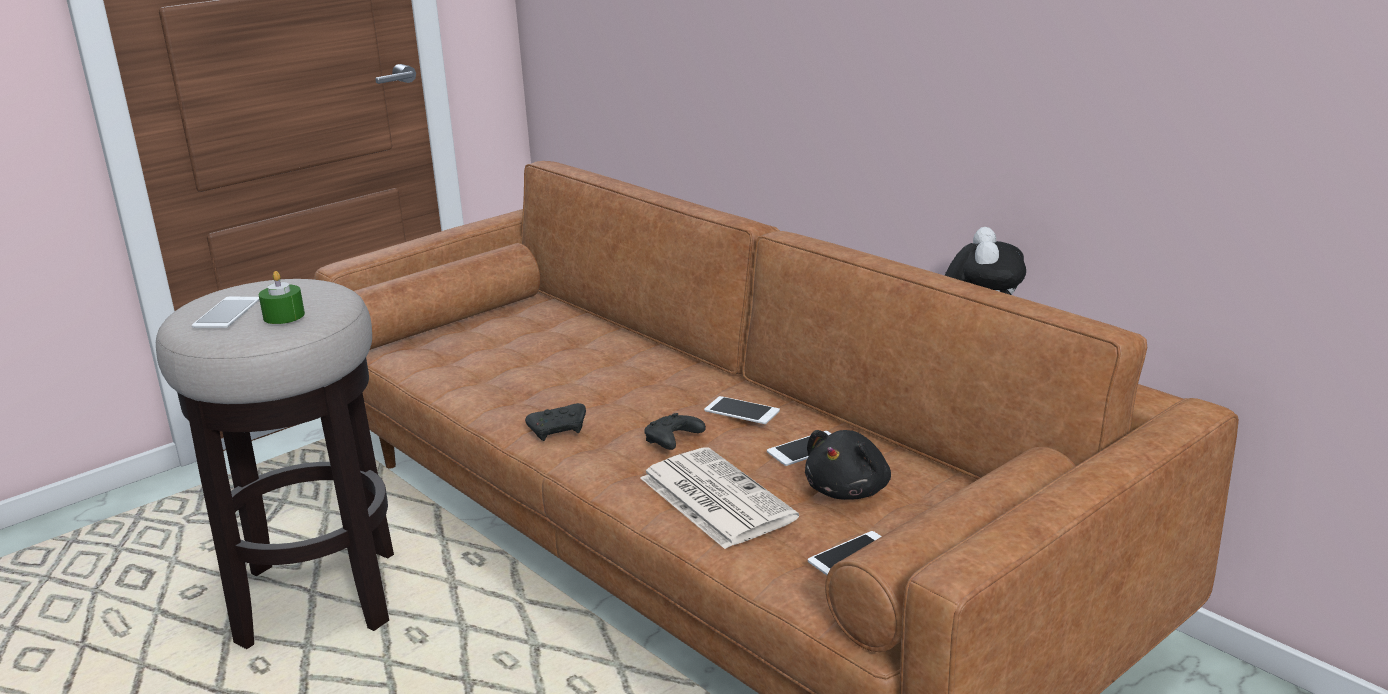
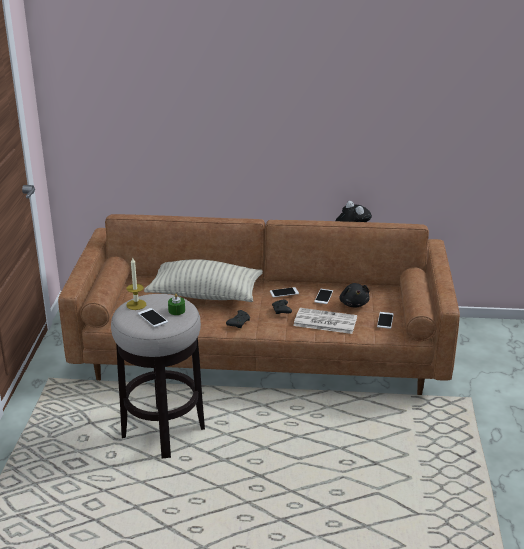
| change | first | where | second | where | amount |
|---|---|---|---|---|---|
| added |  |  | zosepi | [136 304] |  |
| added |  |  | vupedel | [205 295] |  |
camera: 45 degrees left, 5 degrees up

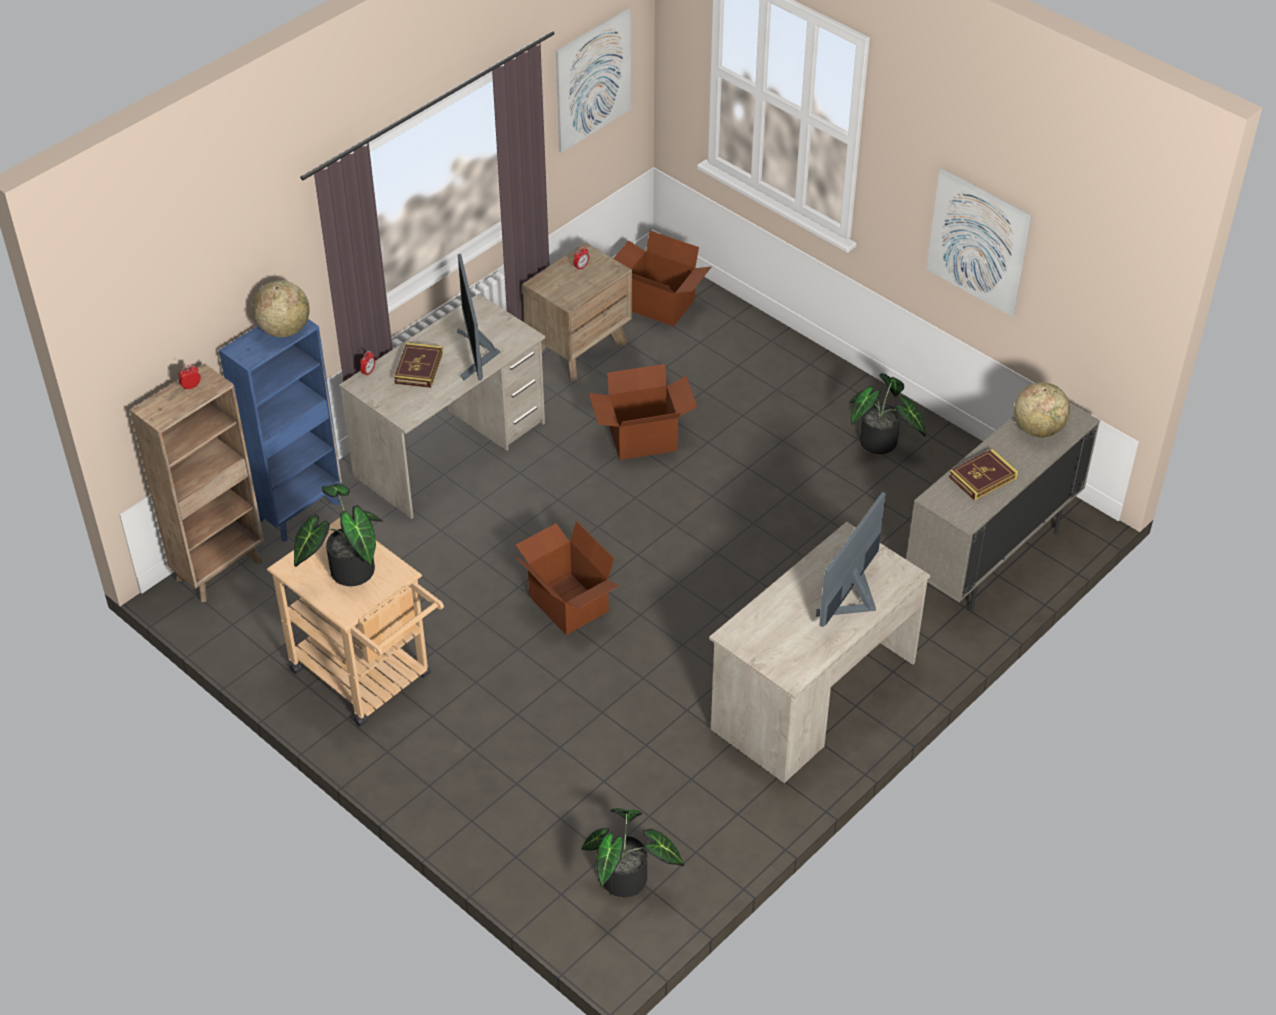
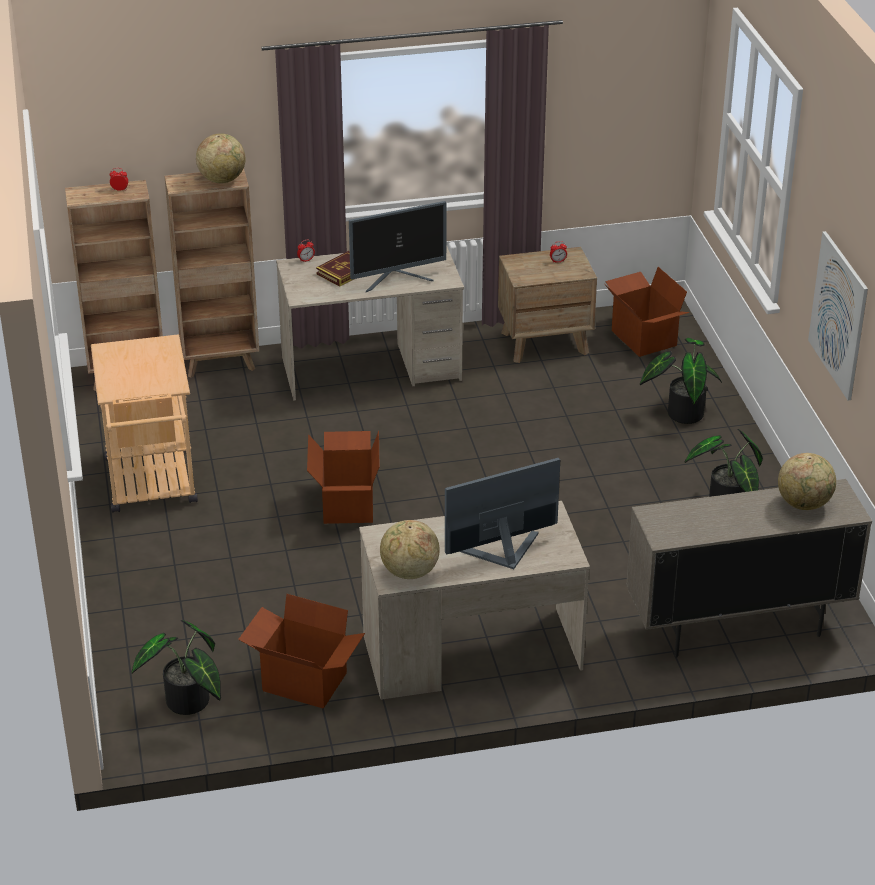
| change | first | where | second | where | amount |
|---|---|---|---|---|---|
| recoloured | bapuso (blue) | [299 510] | bapuso (brown) | [221 363] |  |
| moved | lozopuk | [347 571] |  | [681 412] |  |
| turned | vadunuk | [476 355] |  | [397 279] | 135 degrees counterclockwise |
| removed | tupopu | [593 80] |  |  |  |
| moved | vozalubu | [643 440] |  | [303 683] |  |
| removed | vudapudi | [982 477] |  |  |  |
| added |  |  | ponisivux | [409 572] |  |
camera: 35 degrees right, 10 degrees down

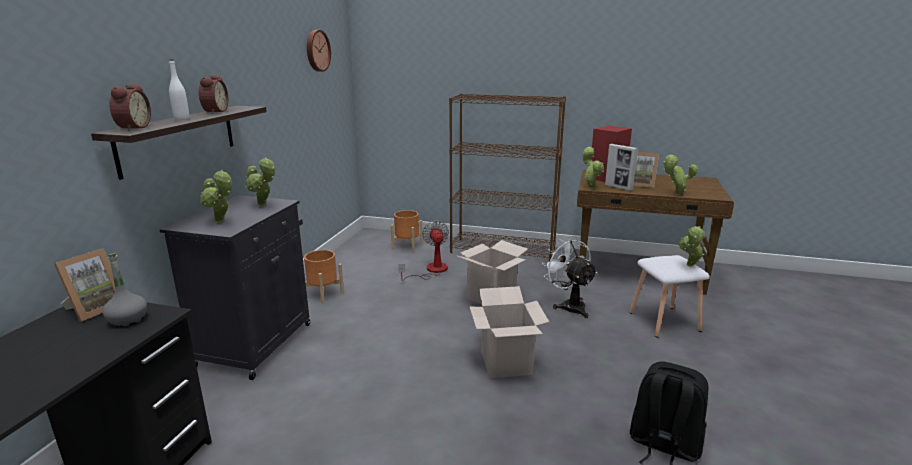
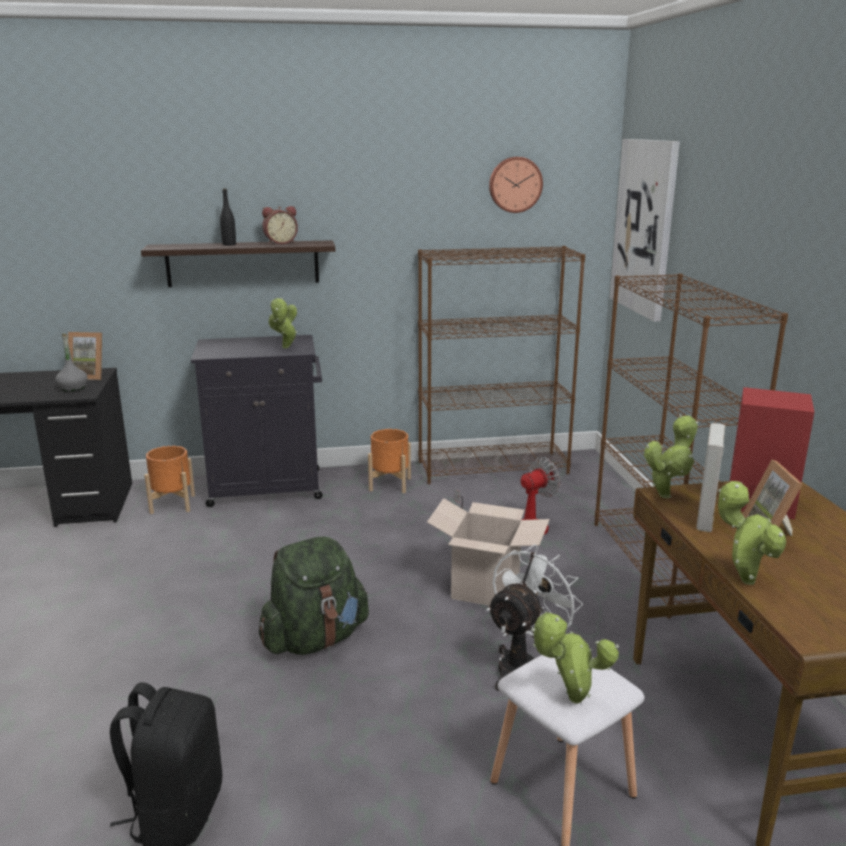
| change | first | where | second | where | amount |
|---|---|---|---|---|---|
| removed | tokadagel | [132 128] |  |  |  |
| recoloured | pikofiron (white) | [182 119] | pikofiron (black) | [229 244] |  |
| removed | lozopuk | [220 222] |  |  |  |
| moved | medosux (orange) | [407 246] |  | [172 504] |  |
| replaced | vozalubu | [506 363] | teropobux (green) | [315 639] |  |
| added |  |  | bapuso (brown) | [493 467] |  |
| added |  |  | tupopu | [645 227] |  |
camera: 65 degrees right, 0 degrees up

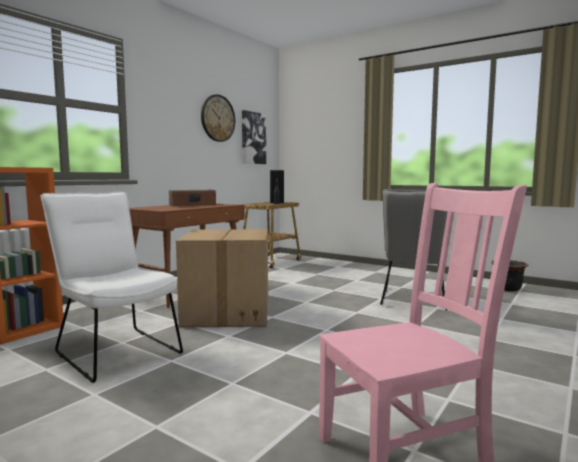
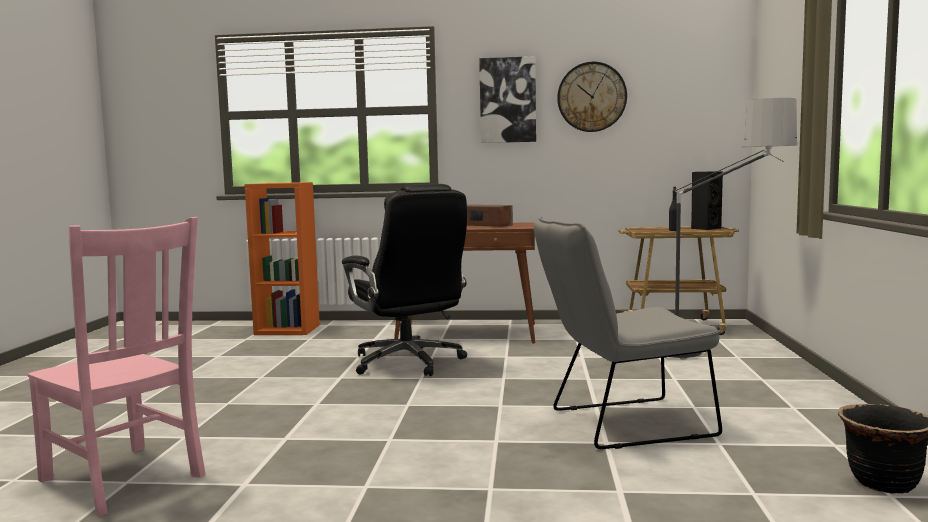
| change | first | where | second | where | amount |
|---|---|---|---|---|---|
| removed | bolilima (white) | [114 350] |  |  |  |
| replaced | vozalubu | [228 313] | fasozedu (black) | [408 362] |  |
| moved | tupopu | [253 138] |  | [508 100] |  |
| added |  |  | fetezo | [717 355] |  |
camera: 60 degrees right, 0 degrees up

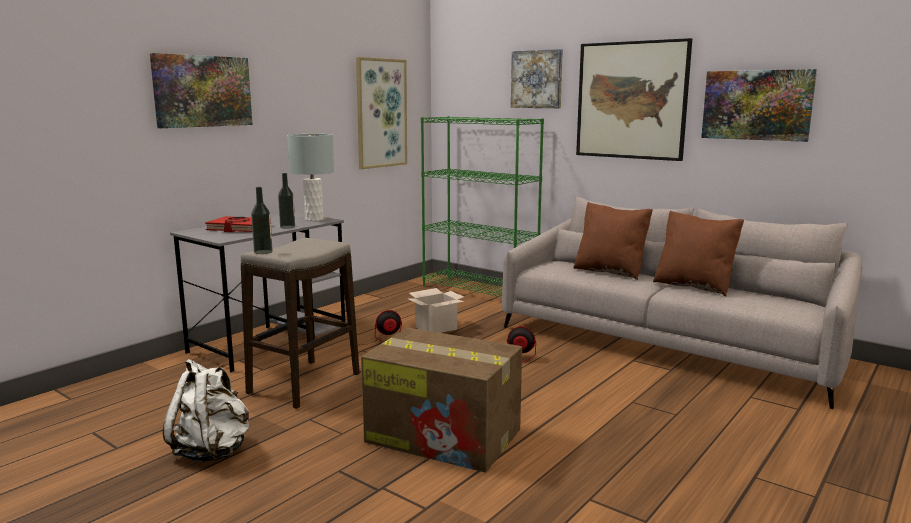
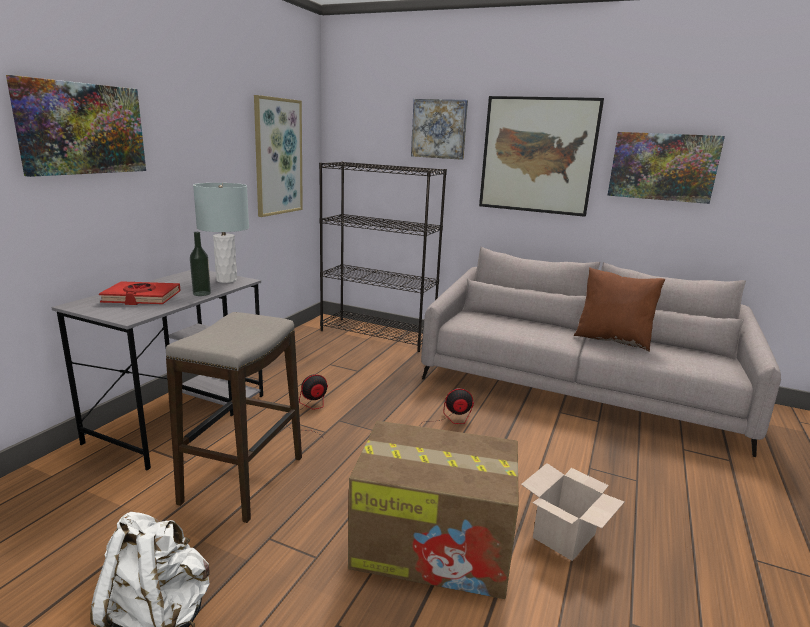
| change | first | where | second | where | amount |
|---|---|---|---|---|---|
| removed | pikofiron | [263 252] |  |  |  |
| moved | vozalubu | [435 328] |  | [564 537] |  |
| recoloured | bapuso (green) | [480 291] | bapuso (black) | [378 334] |  |
| removed | vupedel (brown) | [610 272] |  |  |  |
camera: 15 degrees left, 5 degrees up

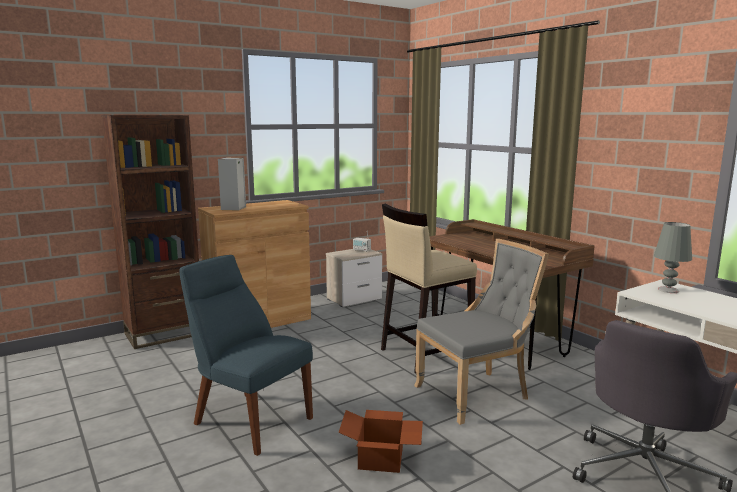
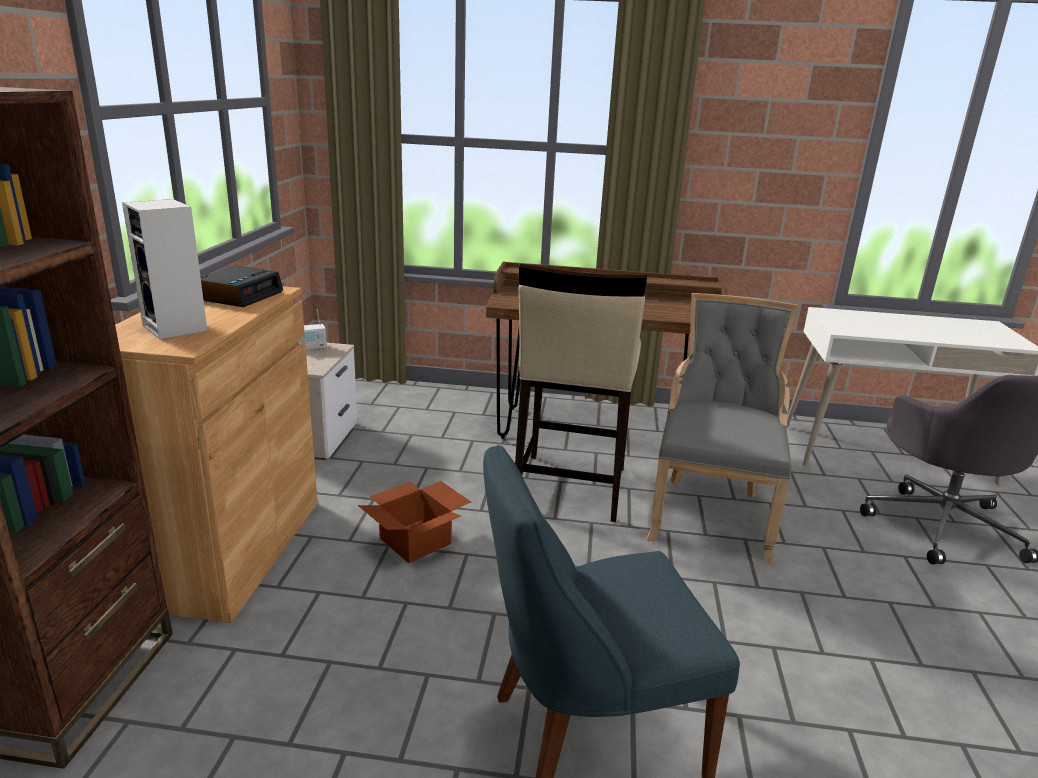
| change | first | where | second | where | amount |
|---|---|---|---|---|---|
| moved | vozalubu | [382 459] |  | [417 541] |  |
| removed | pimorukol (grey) | [668 290] |  |  |  |
| added |  |  | tokadagel | [238 295] |  |
camera: 50 degrees left, 10 degrees up

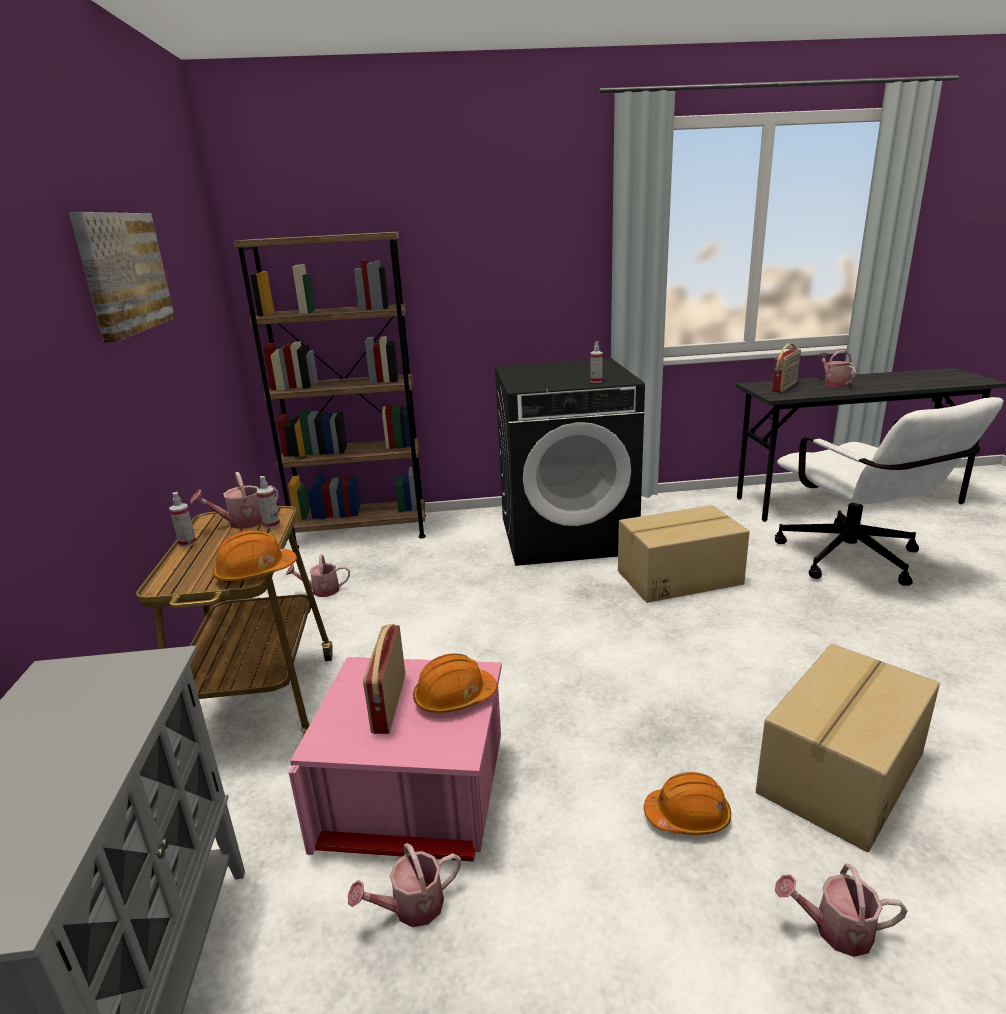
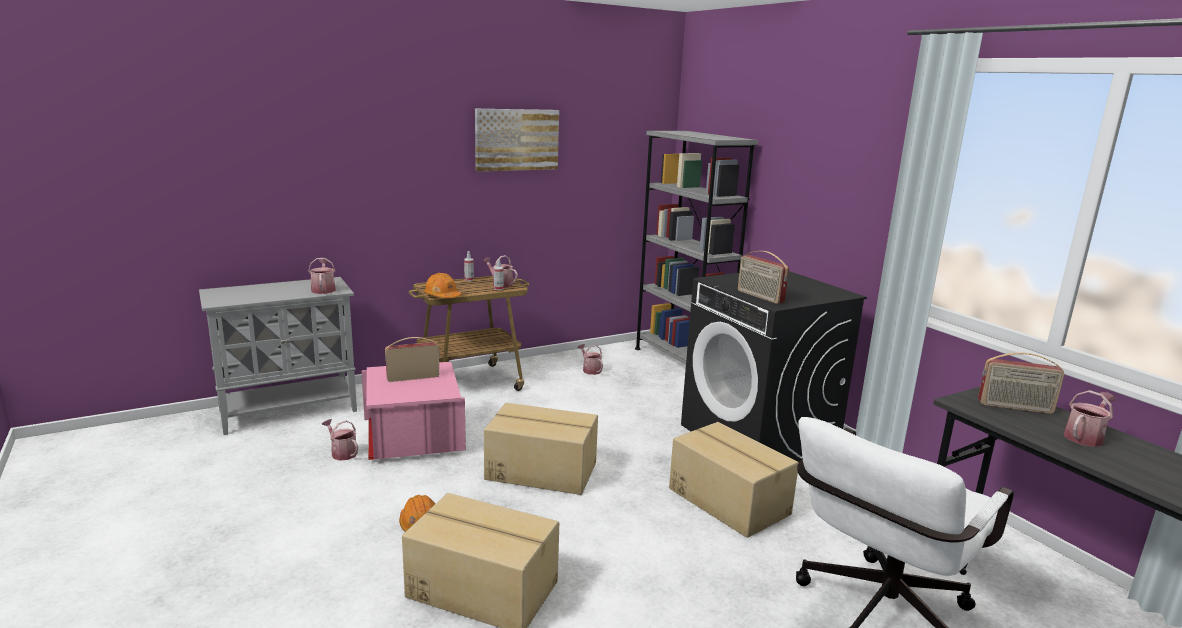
| change | first | where | second | where | amount |
|---|---|---|---|---|---|
| recoloured | bapuso (brown) | [361 531] | bapuso (grey) | [681 362] |  |
| removed | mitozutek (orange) | [454 698] |  |  |  |
| replaced | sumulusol | [596 381] | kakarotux | [759 297] |  |
| moved | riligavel | [835 929] |  | [323 289] |  |
| added |  |  | vozalubu | [541 470] |  |
camera: 65 degrees right, 5 degrees down

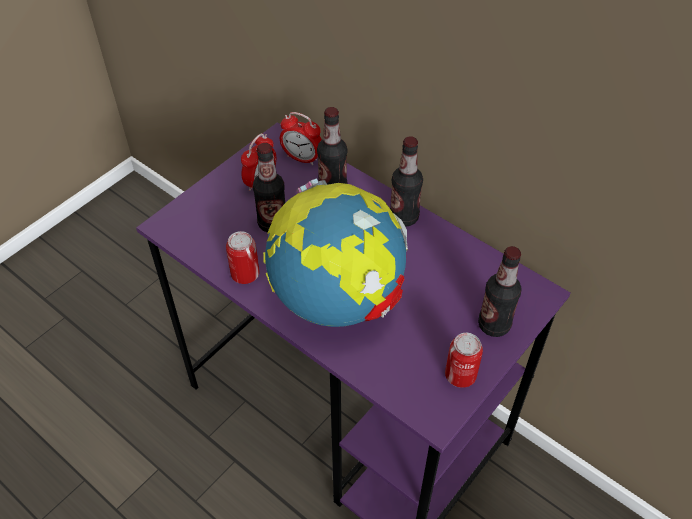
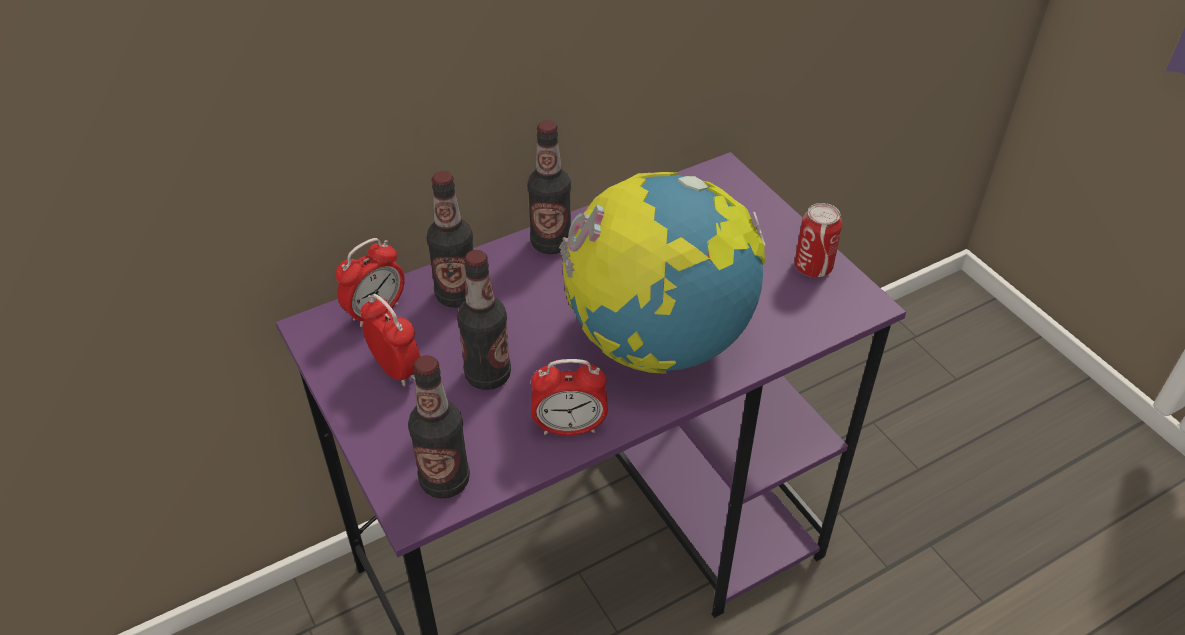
| change | first | where | second | where | amount |
|---|---|---|---|---|---|
| replaced | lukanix | [245 274] | tokadagel | [569 428] |  |
| moved | pikofiron | [494 325] |  | [445 480] |  |
camera: 70 degrees left, 5 degrees down

